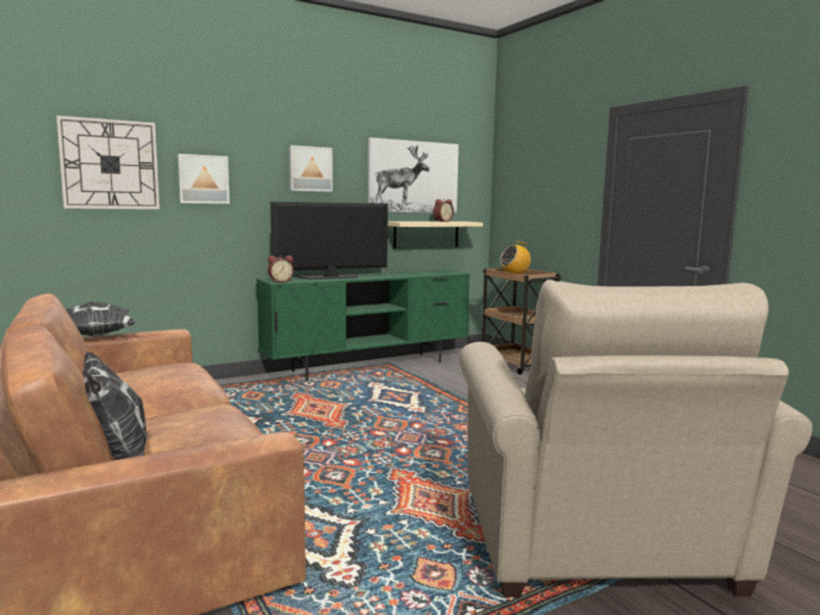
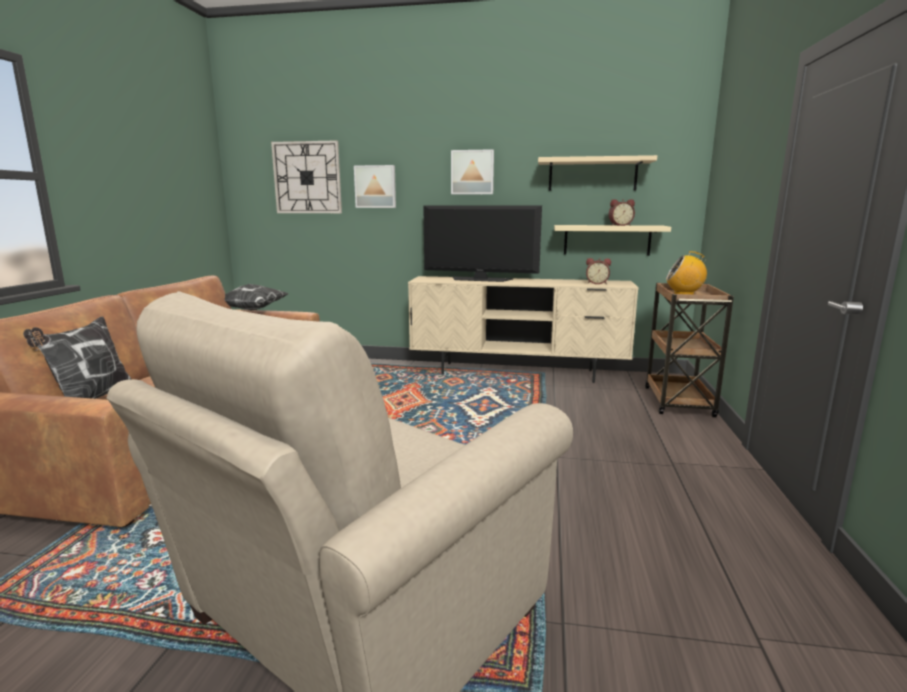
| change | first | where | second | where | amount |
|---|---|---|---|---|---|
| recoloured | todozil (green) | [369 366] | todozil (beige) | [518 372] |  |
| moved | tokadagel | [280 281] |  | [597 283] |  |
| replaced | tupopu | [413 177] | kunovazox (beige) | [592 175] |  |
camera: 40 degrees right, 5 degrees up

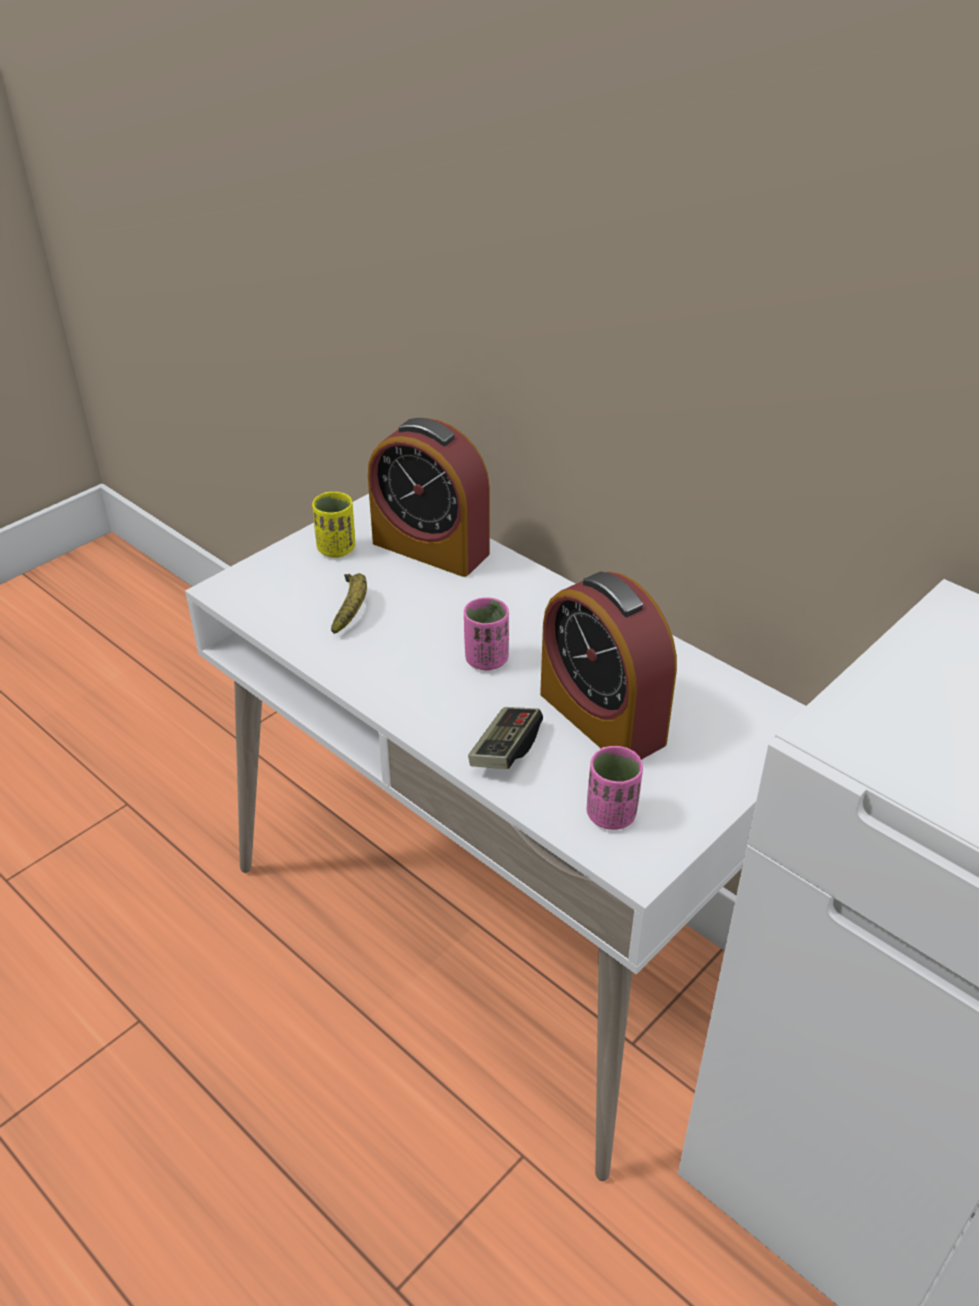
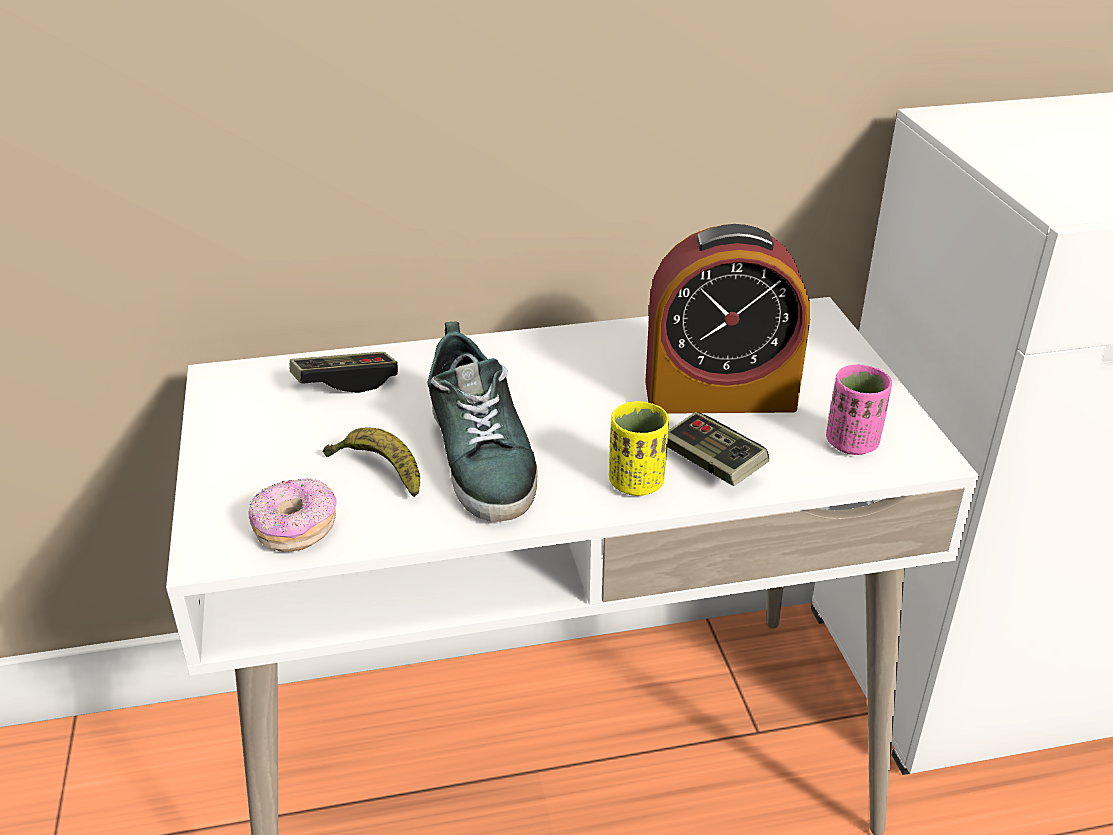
| change | first | where | second | where | amount |
|---|---|---|---|---|---|
| moved | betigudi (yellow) | [336 549] |  | [636 483] |  |
| replaced | tokadagel | [430 548] | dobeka | [345 383] |  |
| removed | betigudi (pink) | [486 660] |  |  |  |
| added |  |  | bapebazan | [296 529] |  |
| added |  |  | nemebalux | [482 455] |  |
camera: 55 degrees left, 5 degrees down

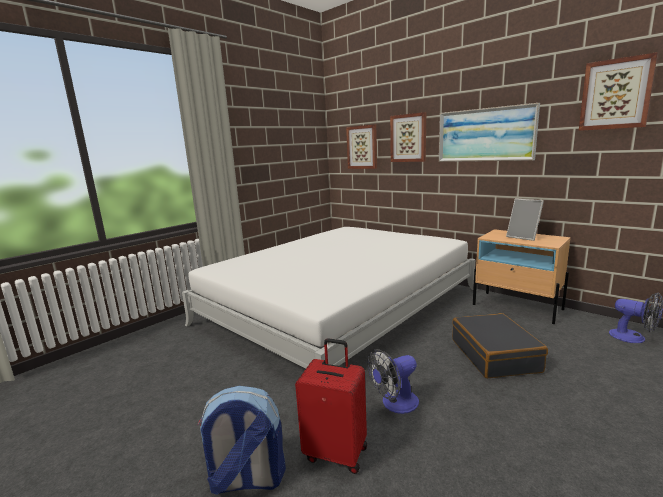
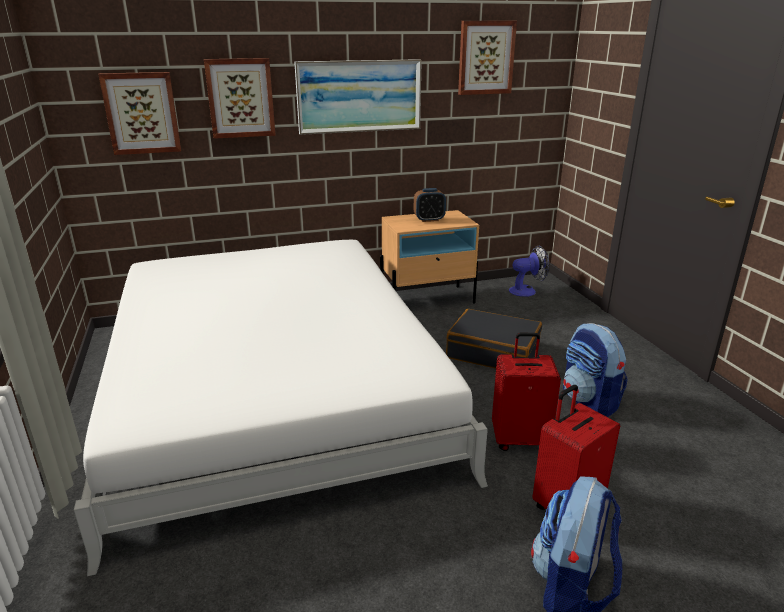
| change | first | where | second | where | amount |
|---|---|---|---|---|---|
| replaced | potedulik | [395 404] | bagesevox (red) | [520 439] |  |
| replaced | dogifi | [524 237] | tokadagel | [429 220] |  |
| added |  |  | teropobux | [589 401] |  |
camera: 60 degrees left, 10 degrees up

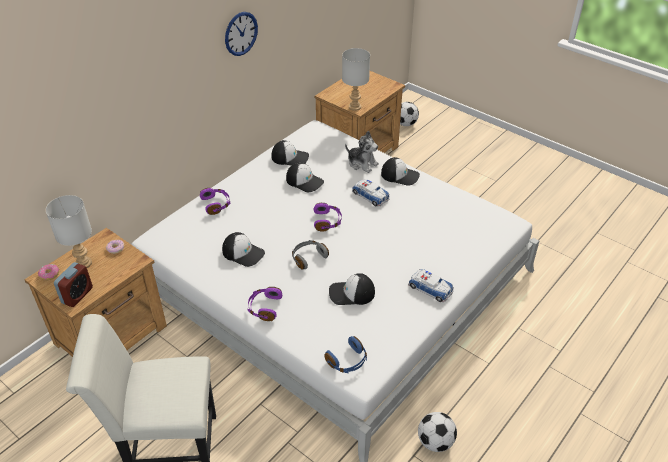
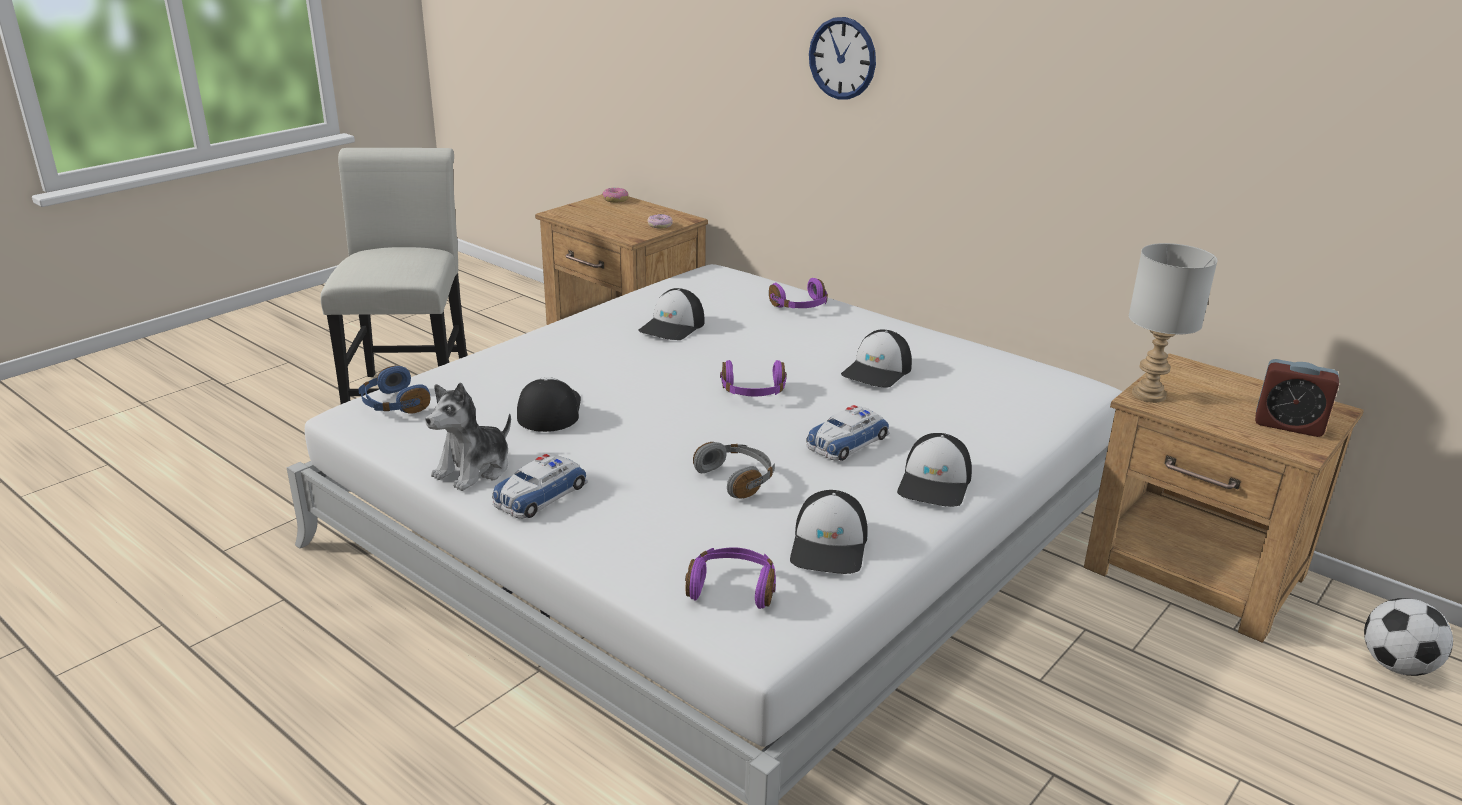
| change | first | where | second | where | amount |
|---|---|---|---|---|---|
| removed | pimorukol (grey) | [83 264] |  |  |  |
| moved | tokadagel | [77 295] |  | [1288 425] |  |
| moved | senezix | [241 33] |  | [842 58] |  |
| moved | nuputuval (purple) | [264 308] |  | [732 588] |  |
| moved | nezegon | [290 157] |  | [829 546] |  |
| moved | nuputuval (grey) | [308 257] |  | [737 479] |  |
| moved | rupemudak | [362 163] |  | [474 469] |  |
| removed | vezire | [435 442] |  |  |  |
camera: 90 degrees right, 15 degrees down

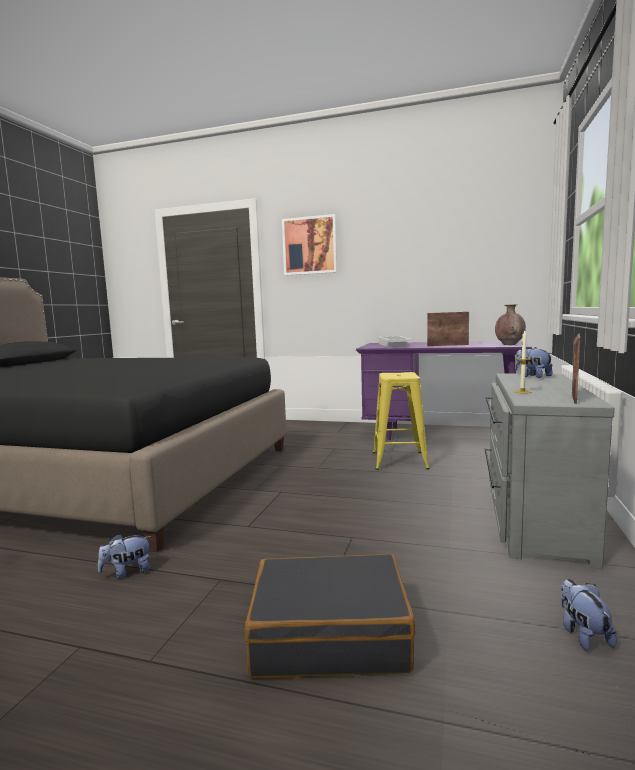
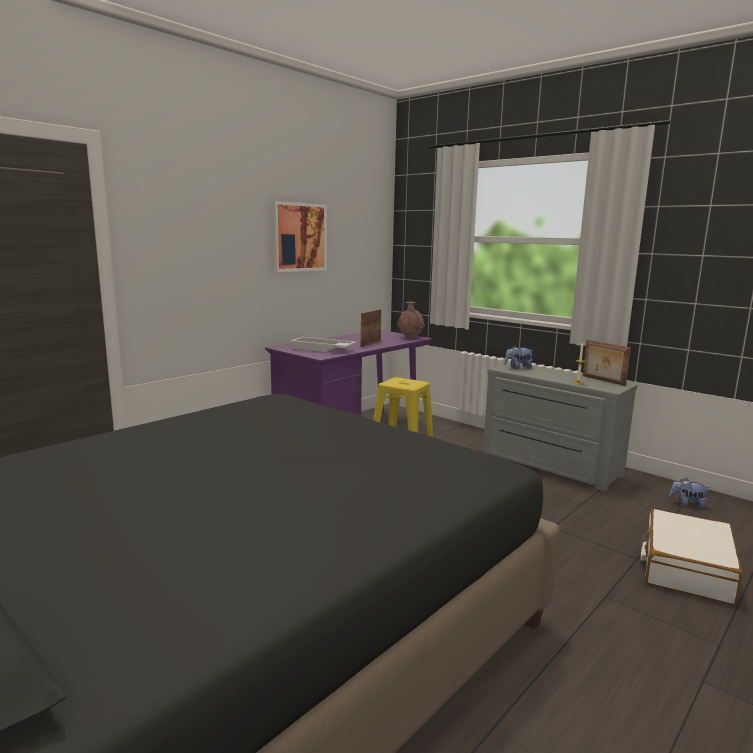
| change | first | where | second | where | amount |
|---|---|---|---|---|---|
| removed | rupemudak | [127 572] |  |  |  |
| recoloured | bagesevox (black) | [329 634] | bagesevox (white) | [686 568] |  |
| moved | tupopu | [310 245] |  | [299 237] |  |
camera: 65 degrees left, 5 degrees up

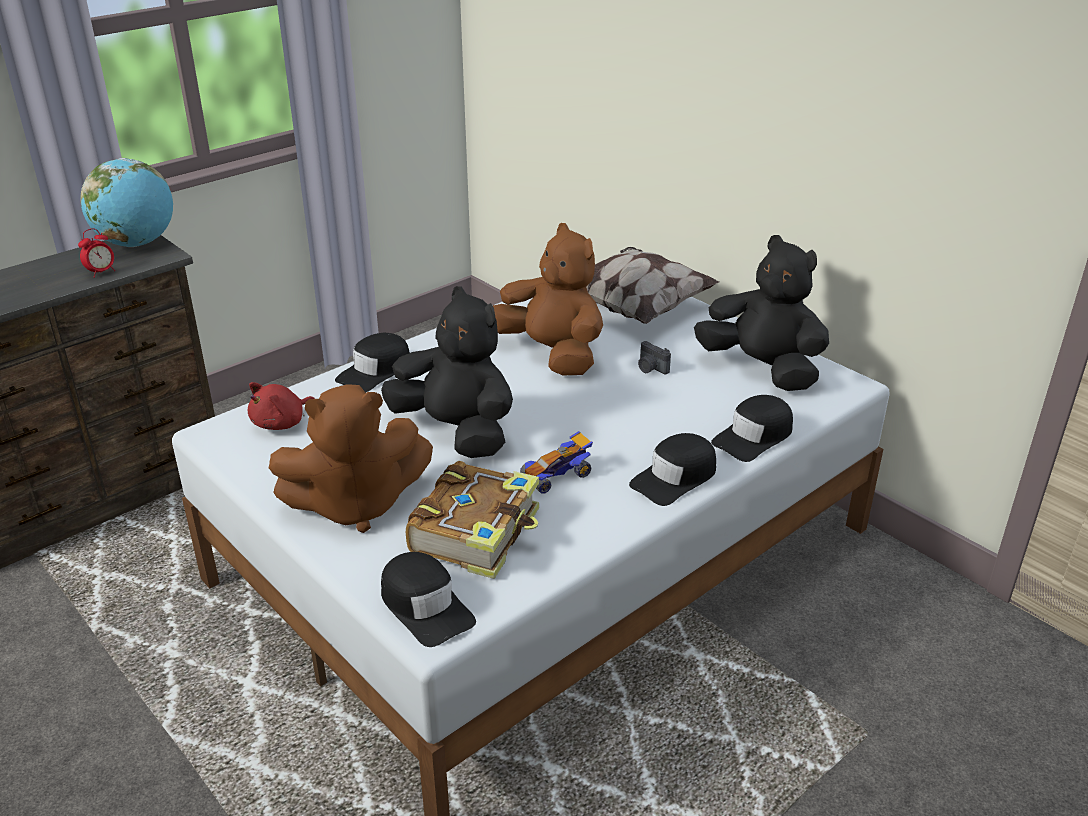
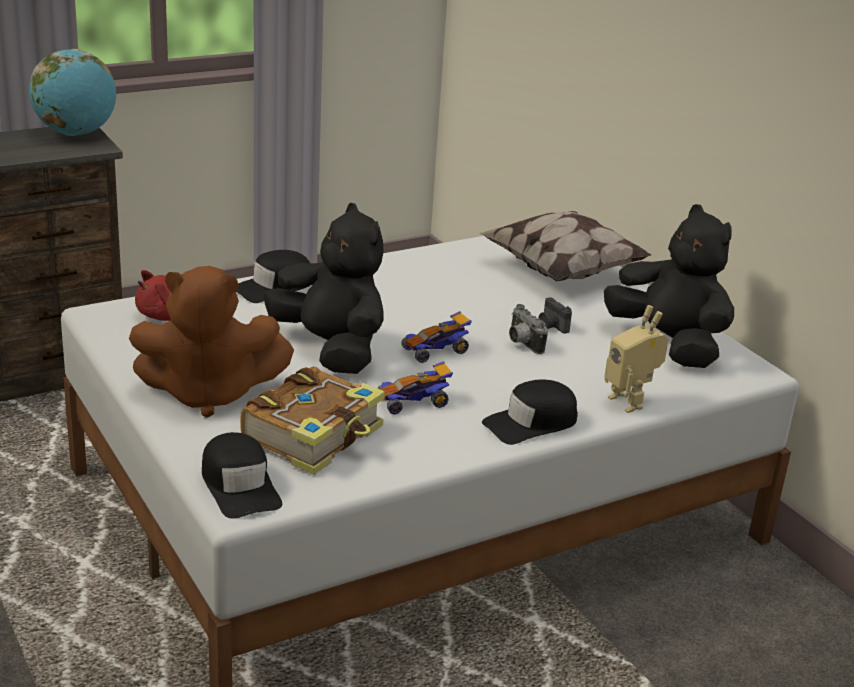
| change | first | where | second | where | amount |
|---|---|---|---|---|---|
| removed | tokadagel | [101 272] |  |  |  |
| removed | rupemudak (brown) | [552 354] |  |  |  |
| replaced | nezegon (black) | [754 437] | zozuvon | [630 401] |  |
| added |  |  | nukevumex | [436 350] |  |
| added |  |  | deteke | [521 343] |  |
camera: 10 degrees right, 5 degrees down

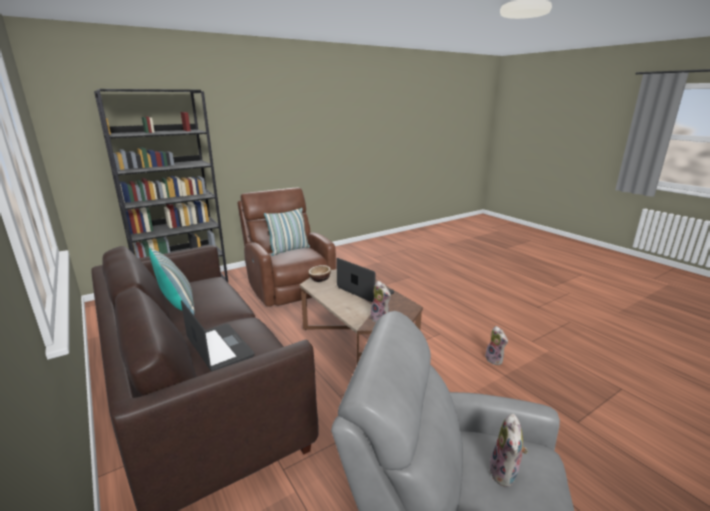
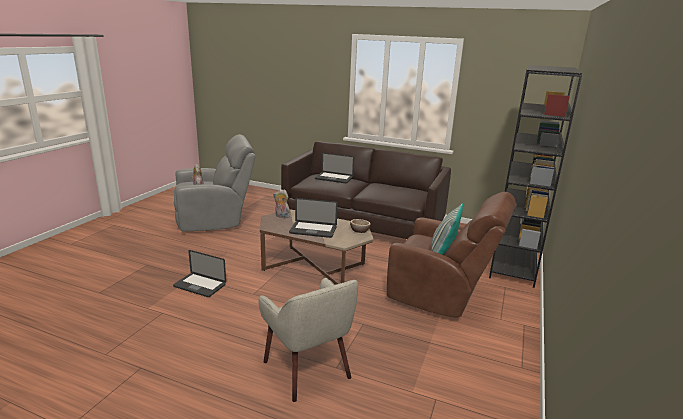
| change | first | where | second | where | amount |
|---|---|---|---|---|---|
| removed | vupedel | [178 307] |  |  |  |
| replaced | rupemudak | [495 360] | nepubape | [199 285] |  |
| added |  |  | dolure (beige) | [308 369] |  |
camera: 145 degrees right, 0 degrees up

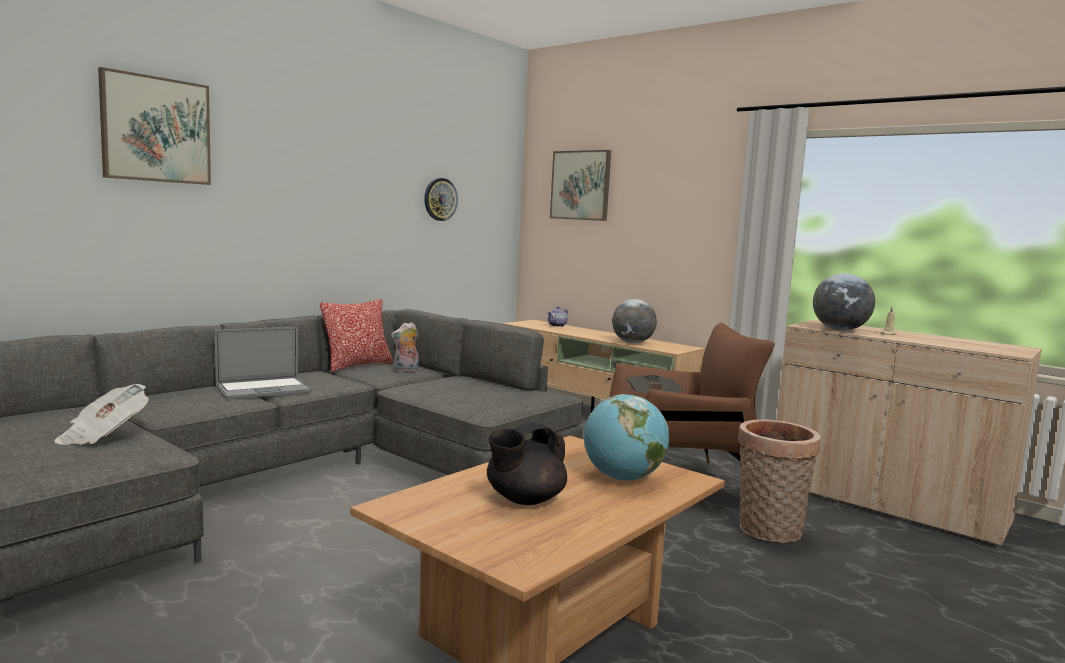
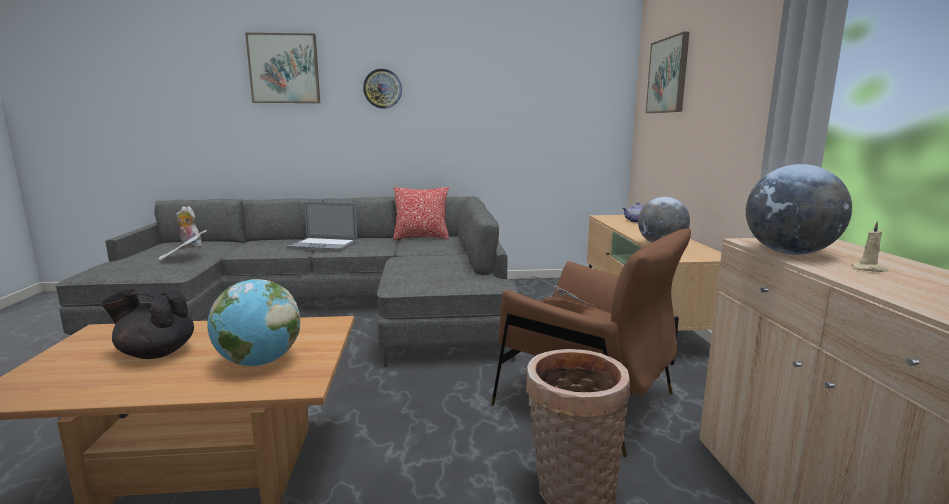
| change | first | where | second | where | amount |
|---|---|---|---|---|---|
| moved | rupemudak | [406 371] |  | [190 246] |  |
| moved | senezix | [440 199] |  | [382 88] |  |
camera: 45 degrees right, 5 degrees up

